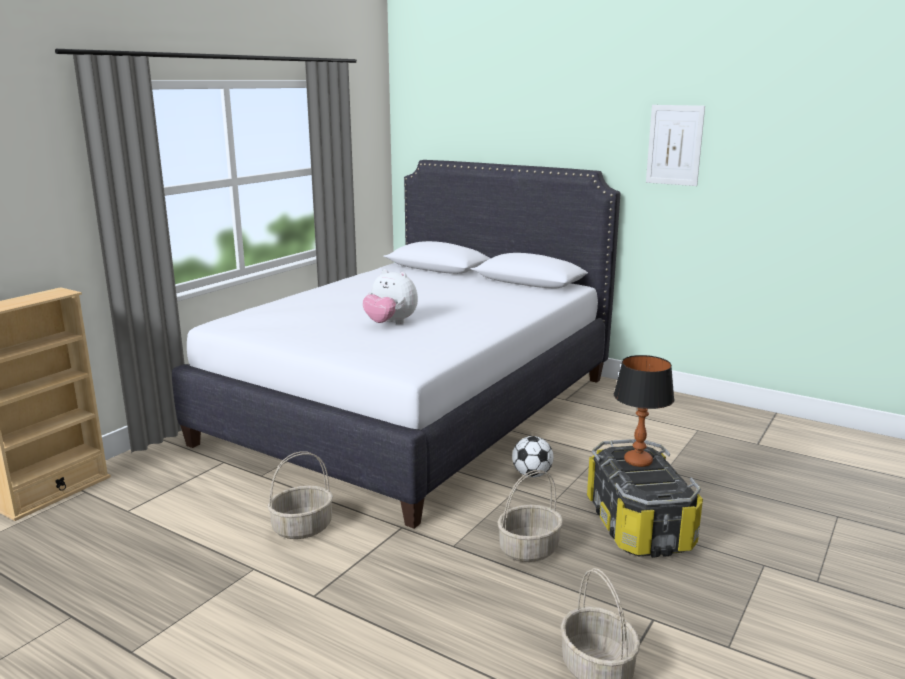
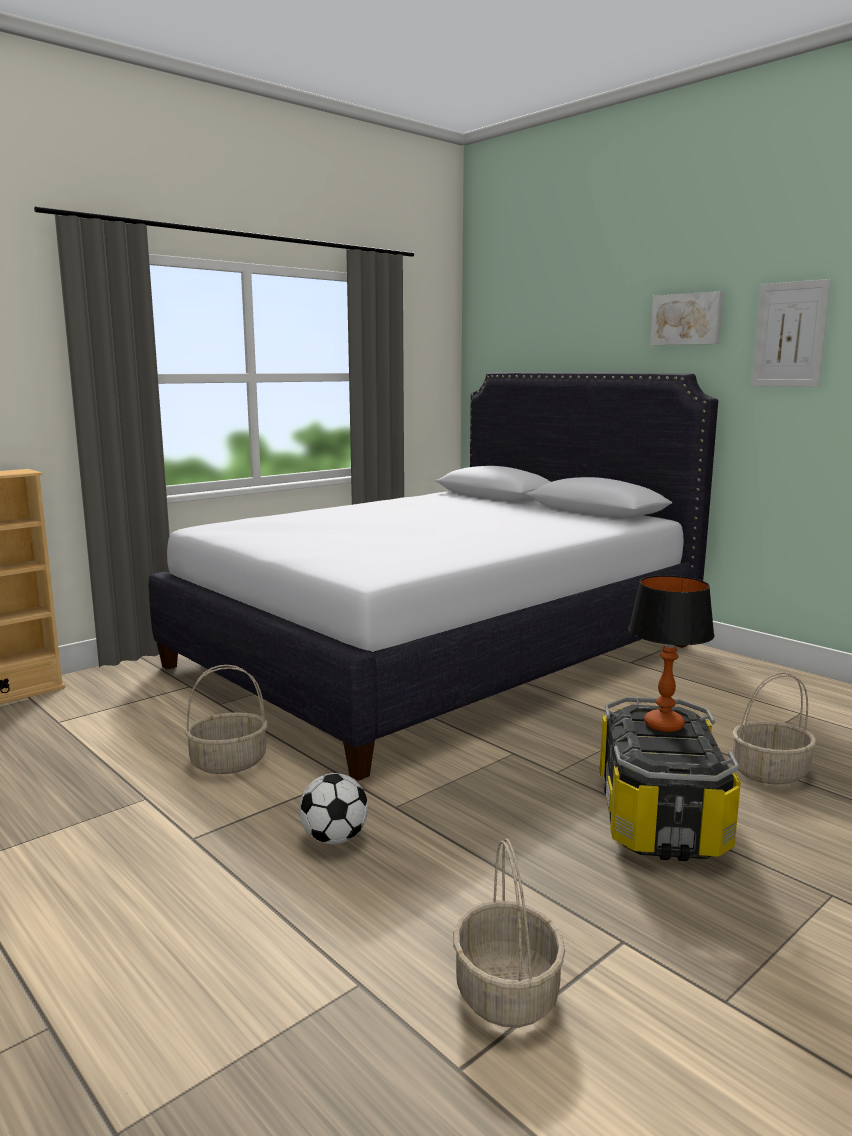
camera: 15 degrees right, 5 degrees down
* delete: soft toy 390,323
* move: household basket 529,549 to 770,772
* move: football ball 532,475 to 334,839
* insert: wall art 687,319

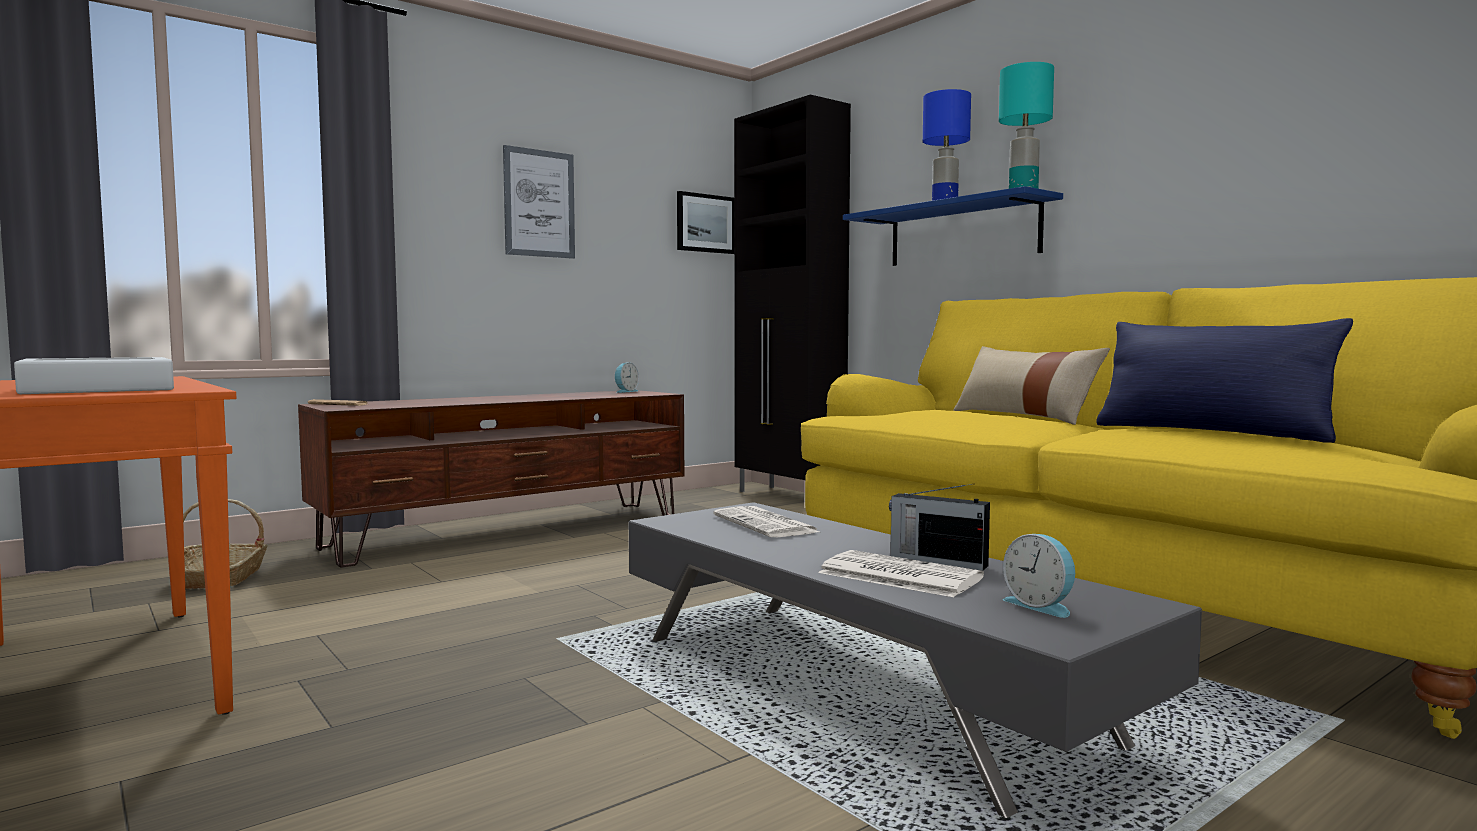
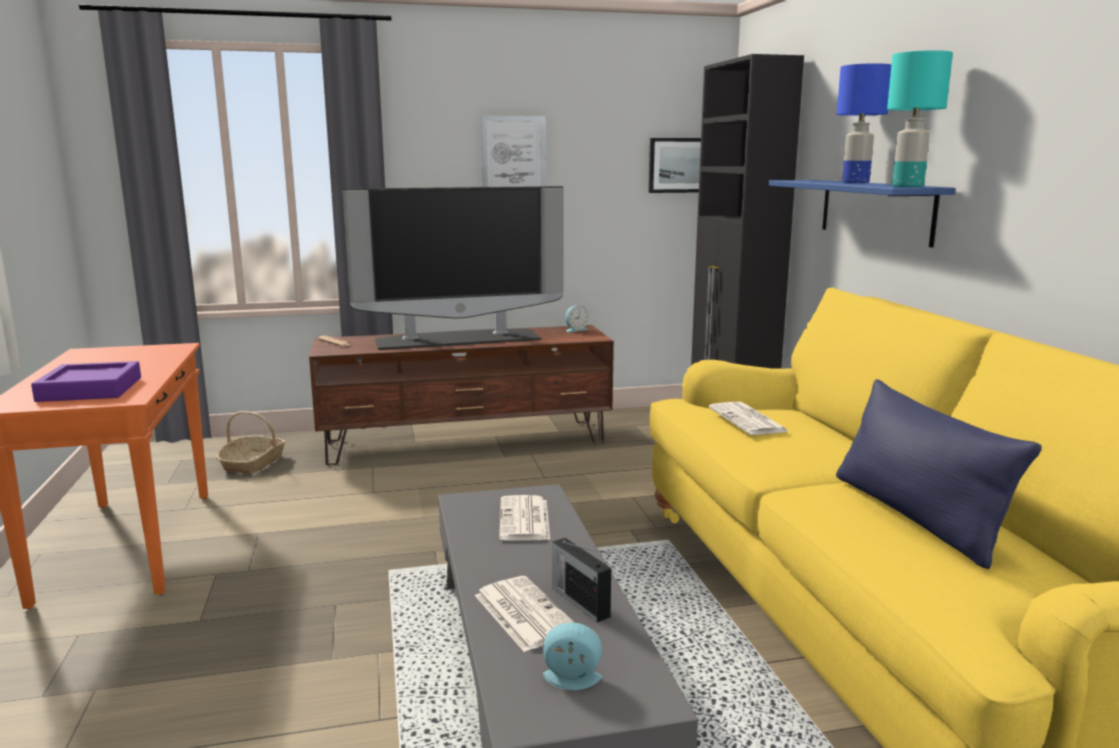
camera: 25 degrees right, 10 degrees up
* recolor: white serving tray 98,389 to purple-coloured serving tray 90,389
* delete: beige pillow 1023,416
* rotate: bedside clock 1041,605 = 571,680 105 degrees clockwise
* insert: television 458,339
* insert: newspaper 748,420

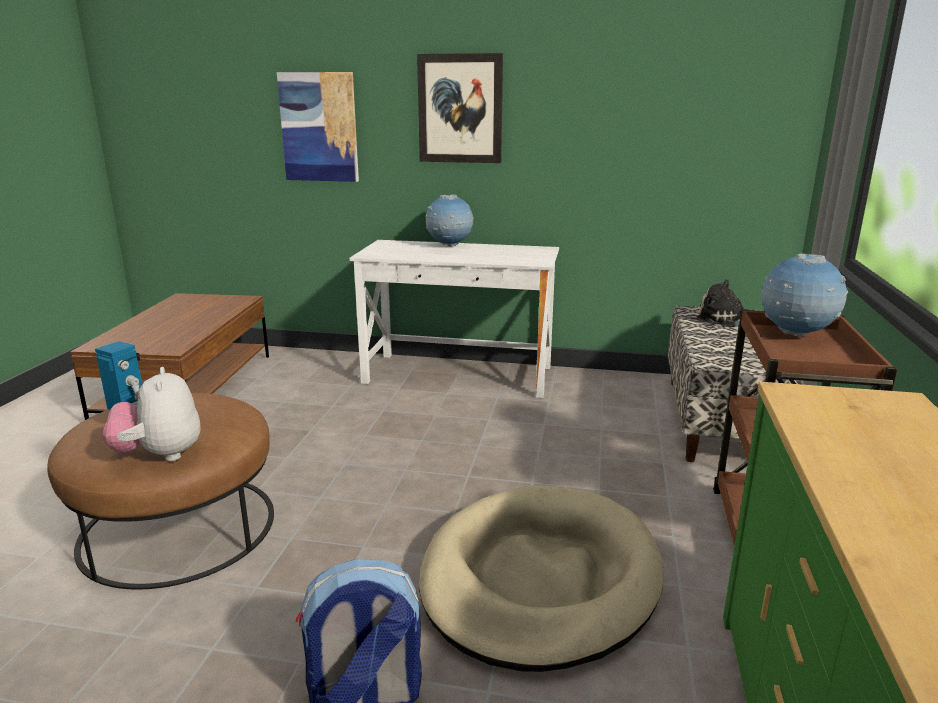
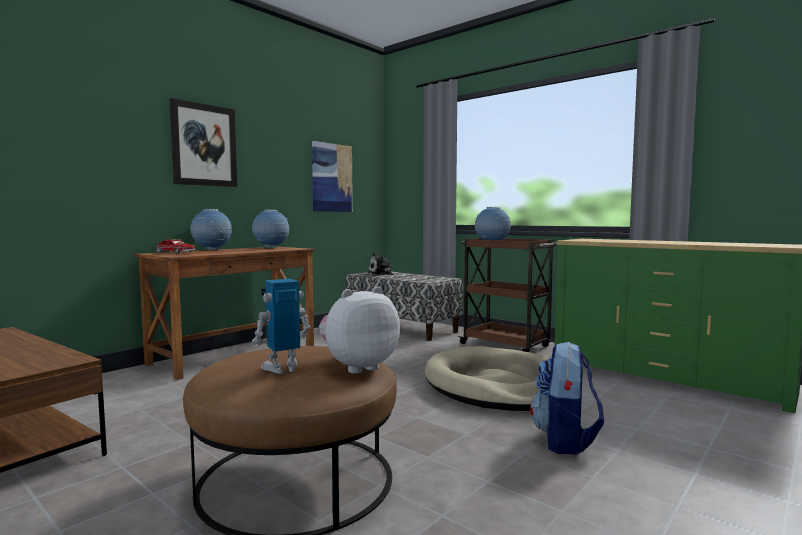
camera: 60 degrees left, 15 degrees down
* rotate: soft toy 160,455 = 358,367 135 degrees clockwise
* move: wall art 319,127 to 332,178
* recolor: white desk table 458,375 to brown desk table 234,354
* insert: toy lorry 173,254
* insert: globe 271,248

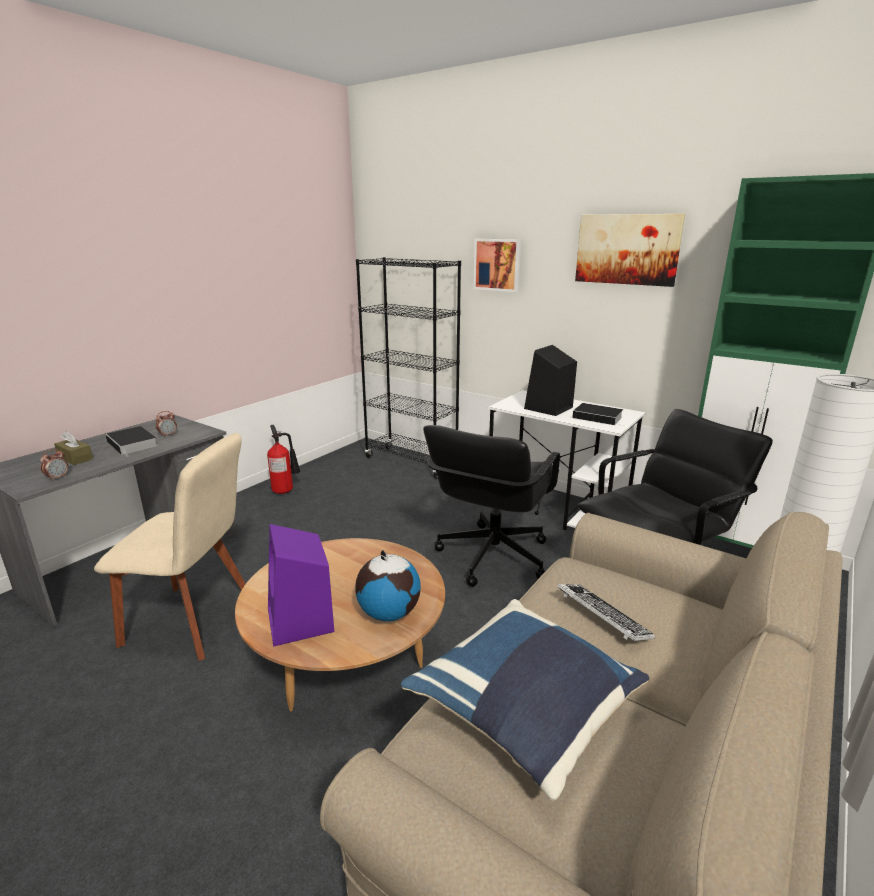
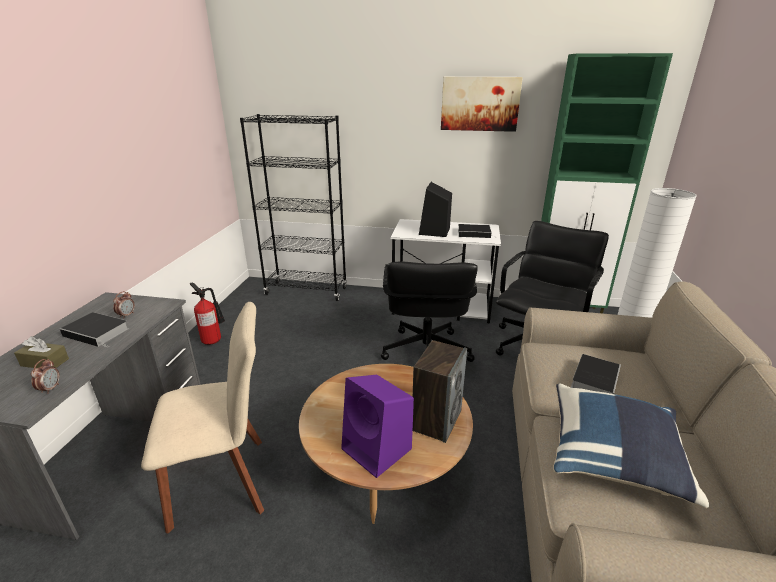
camera: 25 degrees left, 5 degrees up
* replace: globe 389,613 to speaker 436,420
* delete: wall art 498,265
* replace: PC keyboard 602,617 to book 595,378

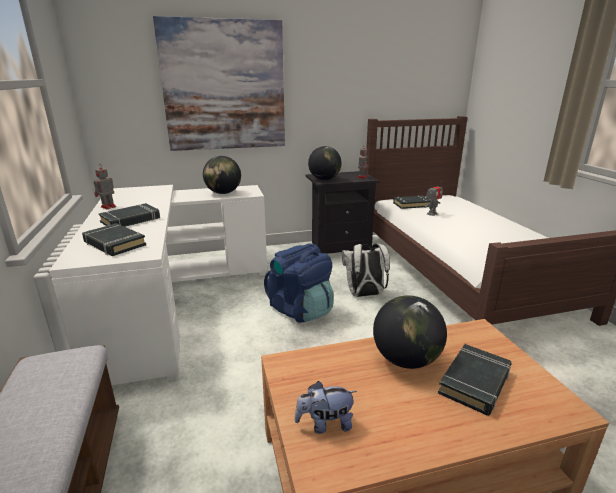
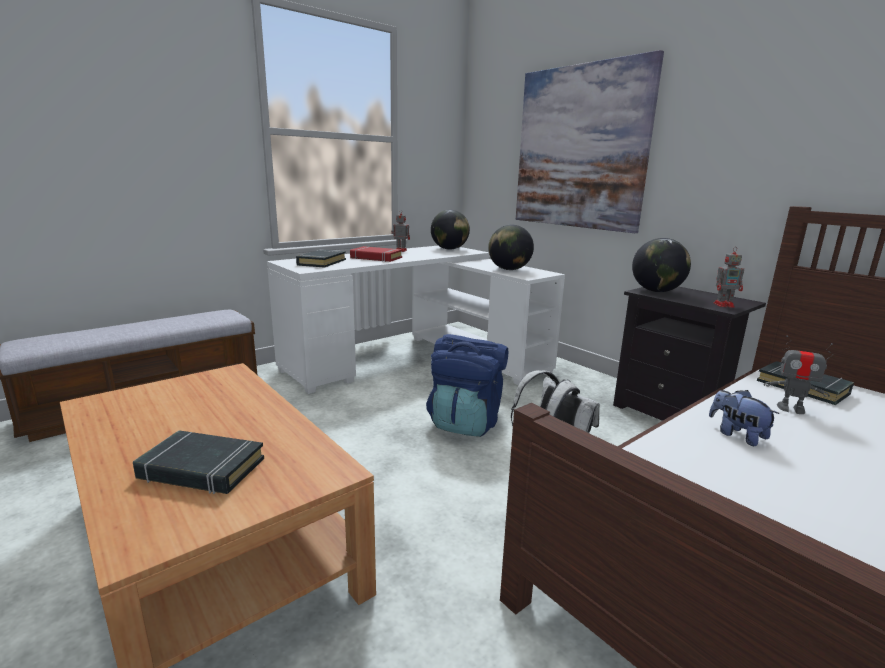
camera: 65 degrees right, 5 degrees down
* recolor: black-coloured book 131,220 to red book 376,258
* move: soft toy 325,424 to 737,435
* move: globe 405,360 to 449,249

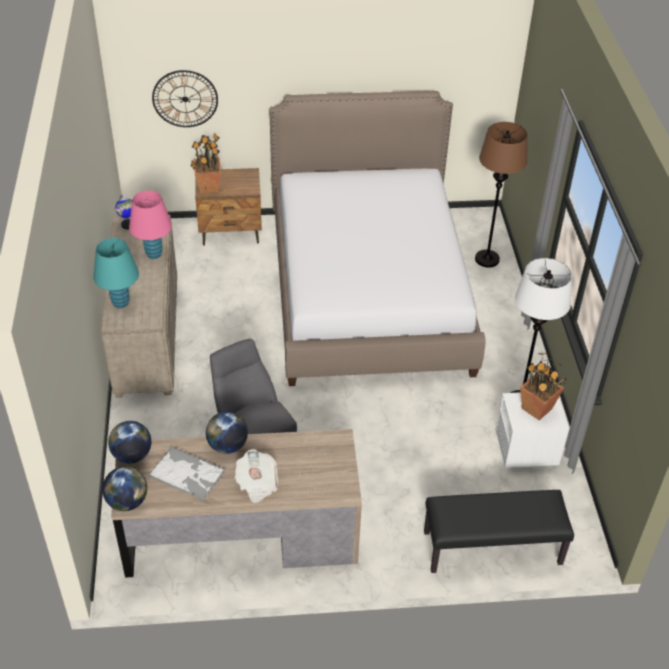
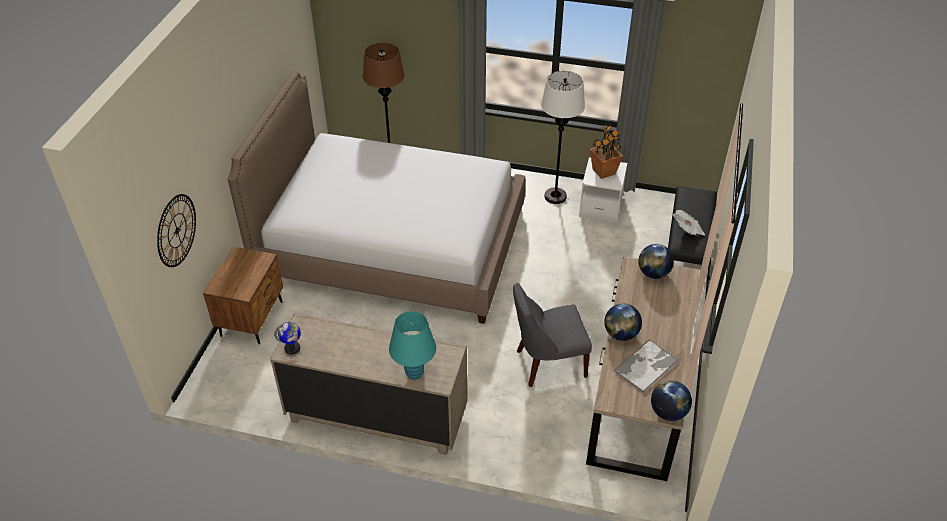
camera: 70 degrees left, 0 degrees up
* move: globe 132,455 to 653,273
* delete: pink tabletop lamp 154,254
* delete: plant in a pot 208,187
* move: newspaper 257,484 to 687,230

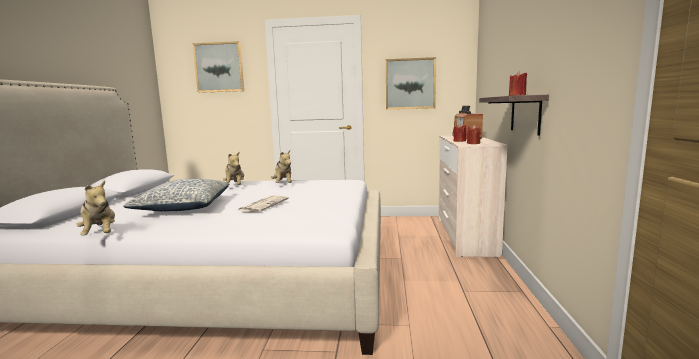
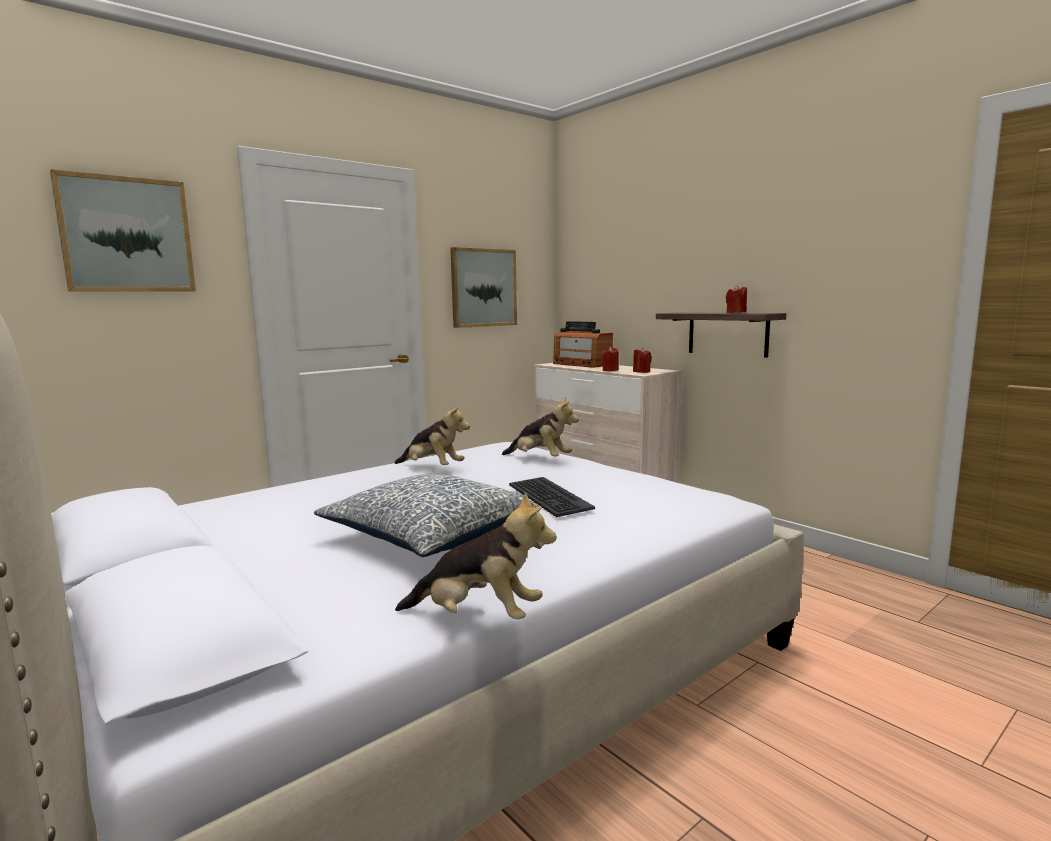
camera: 45 degrees left, 0 degrees up
* move: soft toy 235,186 to 540,459
* replace: newspaper 263,204 to PC keyboard 548,497

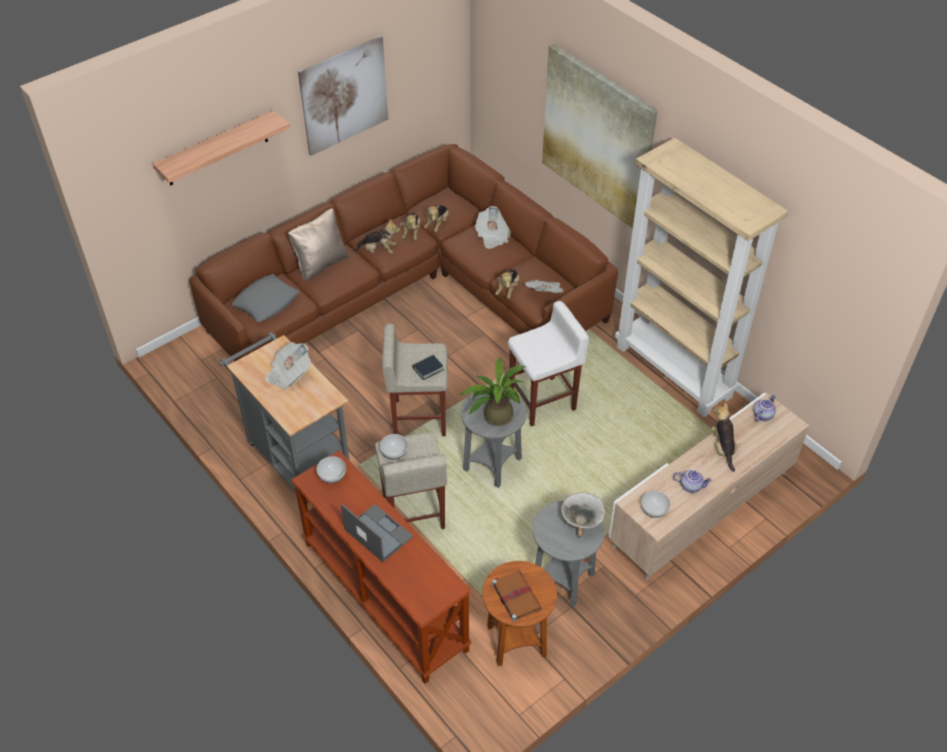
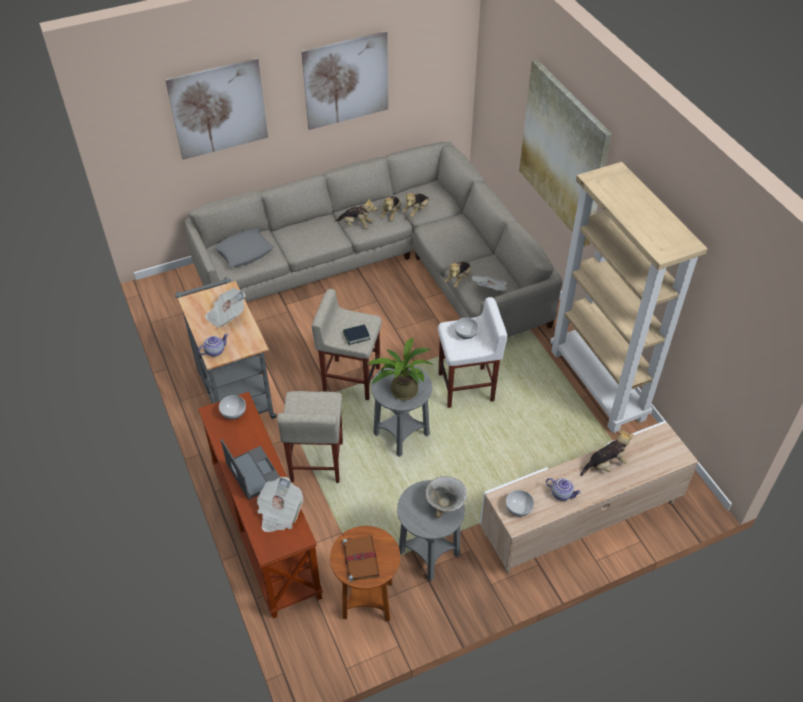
camera: 15 degrees right, 0 degrees up
* replace: bracket shelf 217,149 to wall art 218,108
* recolor: brown couch 414,289 to gray couch 386,265
* delete: beige pillow 320,264
* move: bowl 394,452 to 466,334
* move: newspaper 493,236 to 279,513
* rotate: soft toy 723,448 = 605,464 60 degrees clockwise
* move: tea pot 762,415 to 215,351

